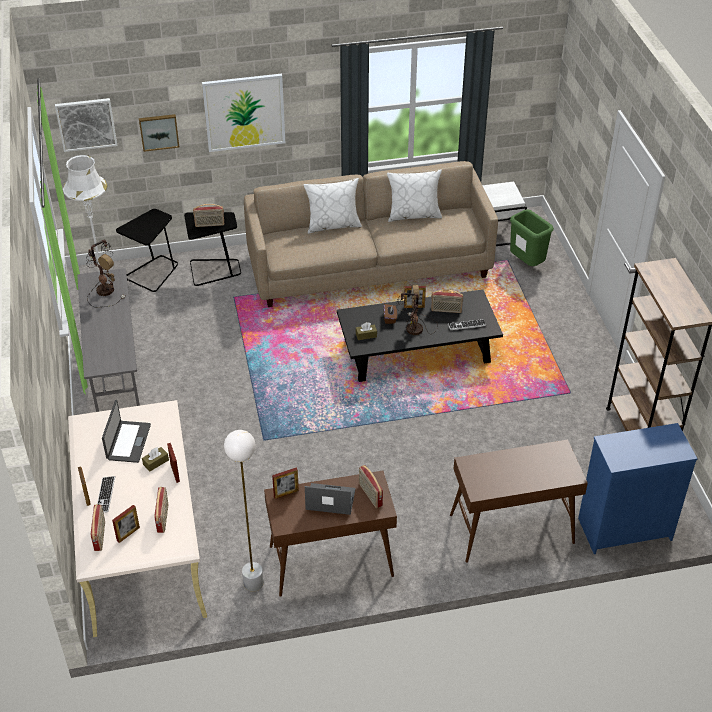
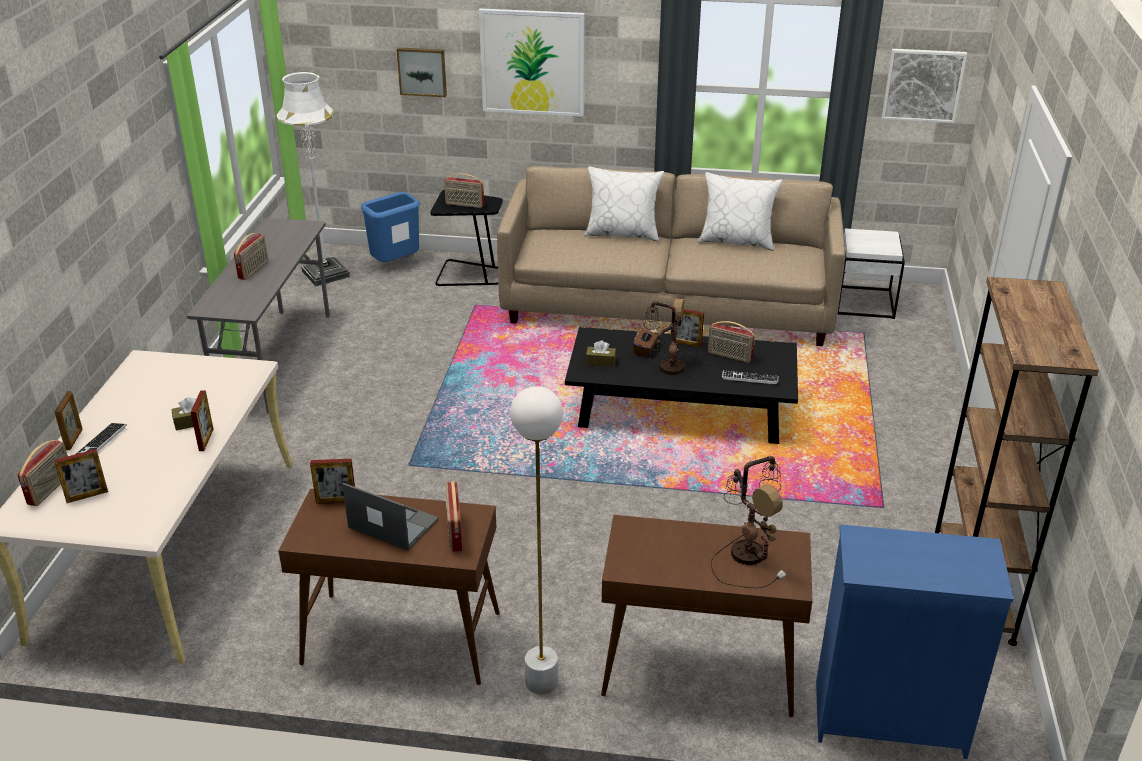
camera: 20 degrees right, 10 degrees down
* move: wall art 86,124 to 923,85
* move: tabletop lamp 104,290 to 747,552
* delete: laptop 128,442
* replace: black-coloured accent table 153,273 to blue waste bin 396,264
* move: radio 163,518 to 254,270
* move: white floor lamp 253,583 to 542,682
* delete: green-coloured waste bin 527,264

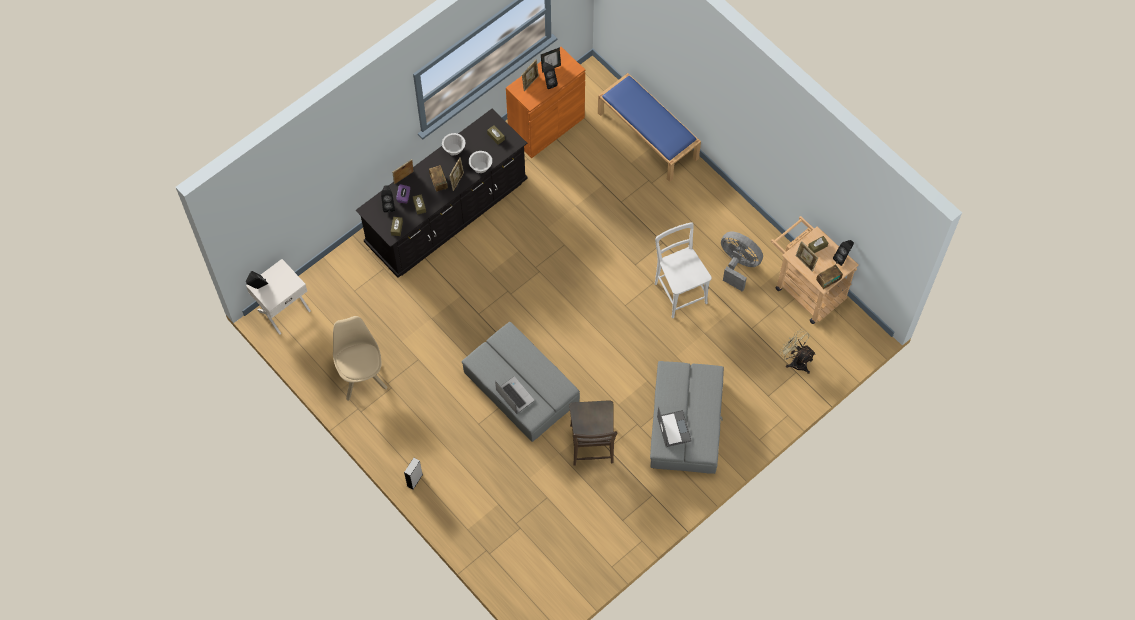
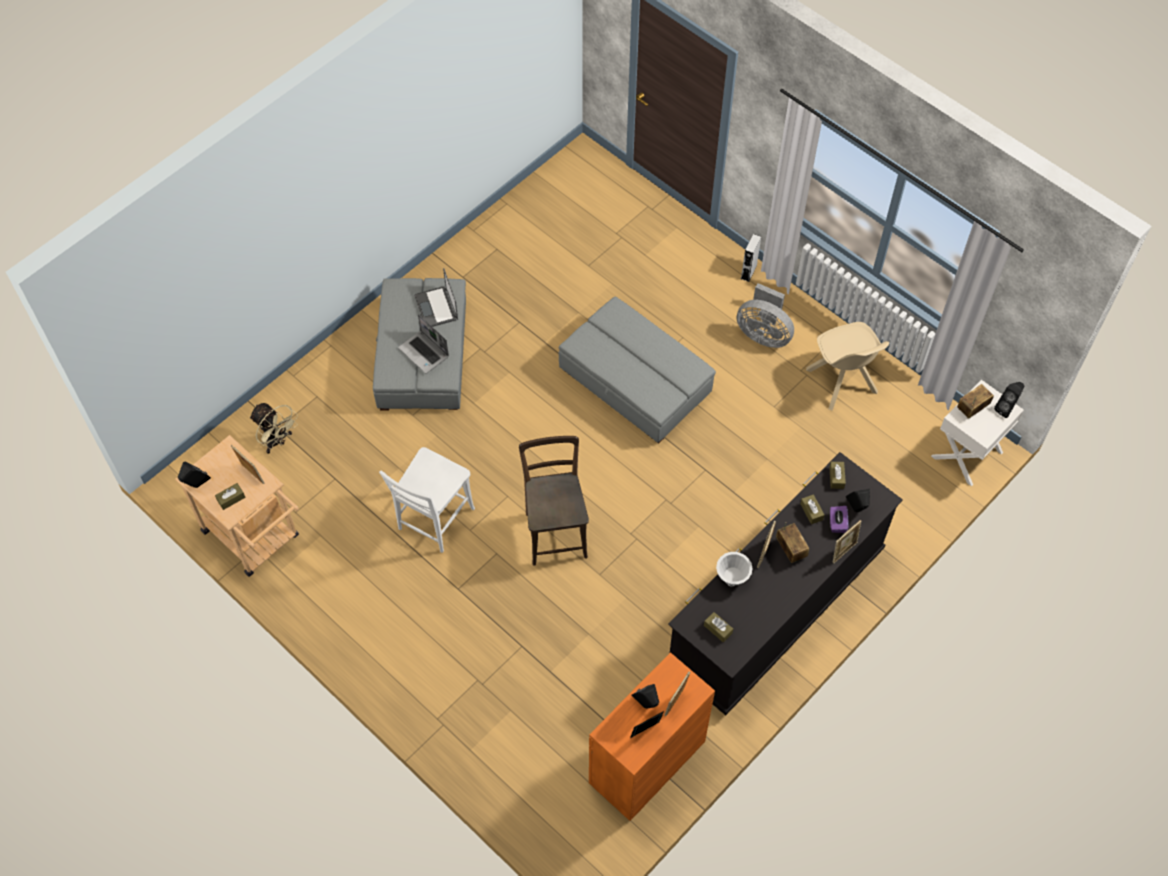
camera: 175 degrees right, 5 degrees down
* delete: white bowl 454,150
* move: laptop 514,395 to 424,352
* move: brown chair 592,447 to 555,531
* delete: blue long seat 648,136
* rotate: white chair 679,290 = 433,522 60 degrees clockwise
* move: gray fan 738,265 to 763,334
* move: radio 828,280 to 972,408

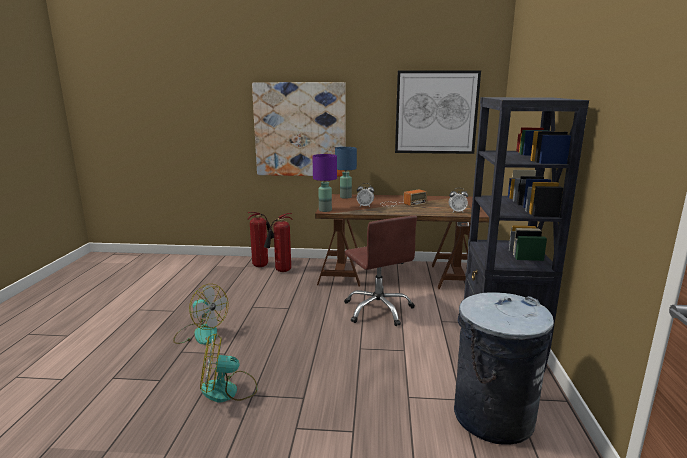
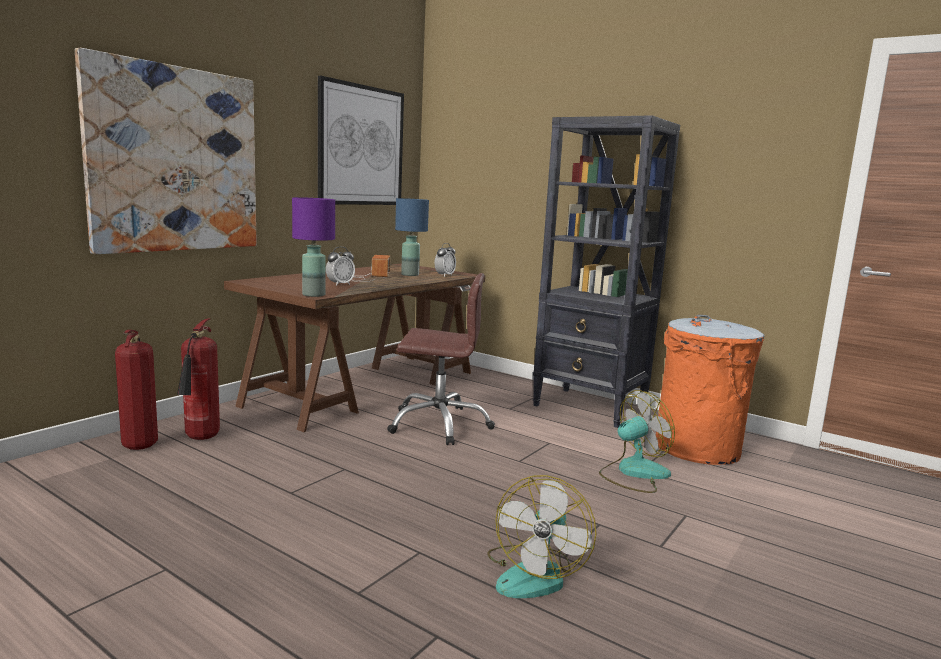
camera: 60 degrees left, 5 degrees down
* move: fan 200,333 to 633,473
* move: blue tabletop lamp 346,197 to 410,275
* recolor: gray waste bin 492,416 to orange-coloured waste bin 696,449

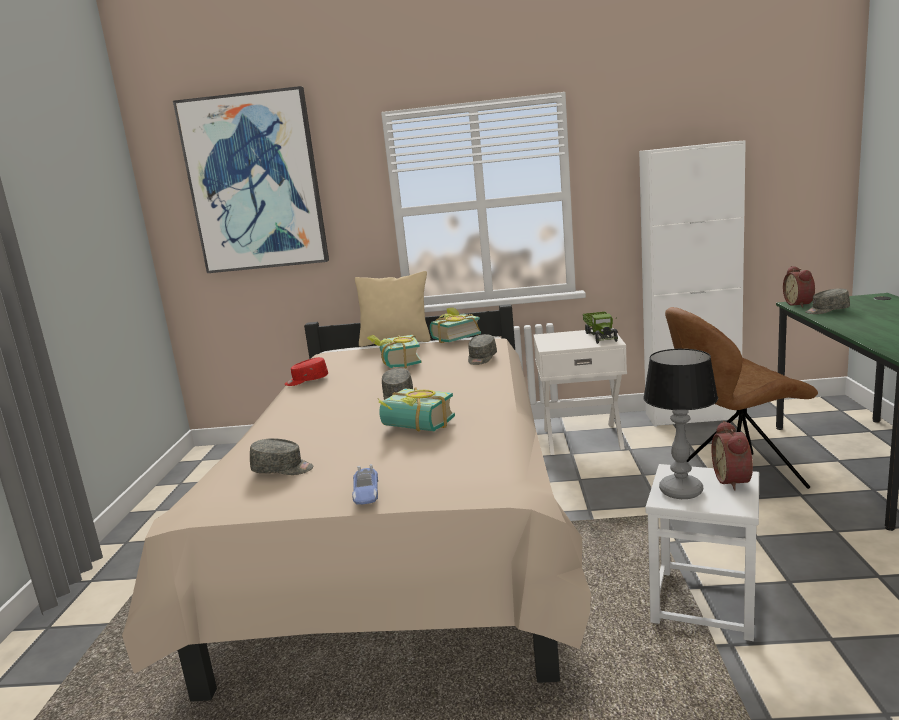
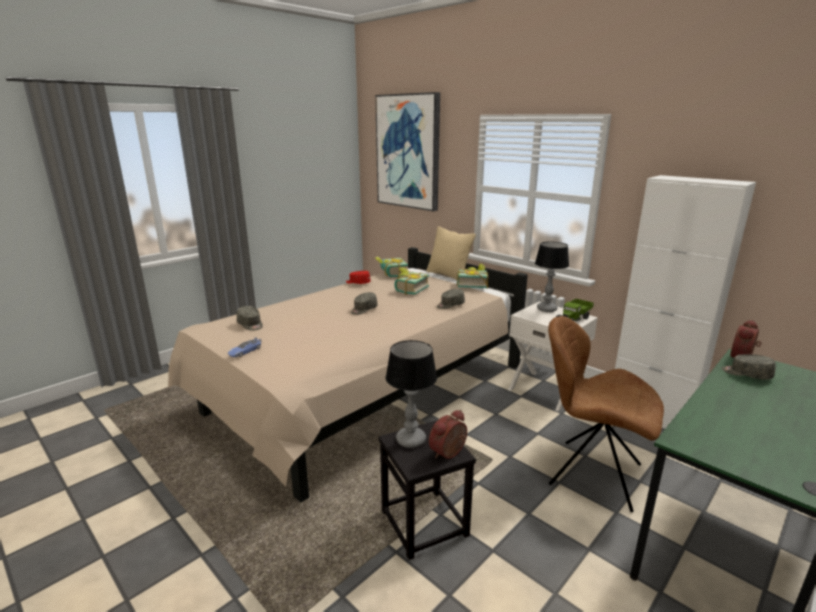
camera: 40 degrees right, 5 degrees up
* move: book 414,428 to 391,274
* recolor: white sitting stool 704,603 to black-coloured sitting stool 425,523
* insert: tabletop lamp 546,309

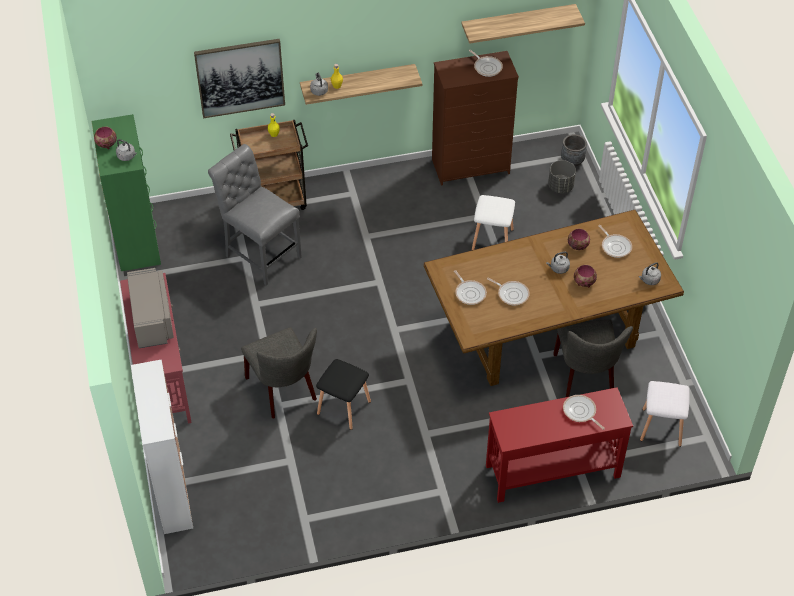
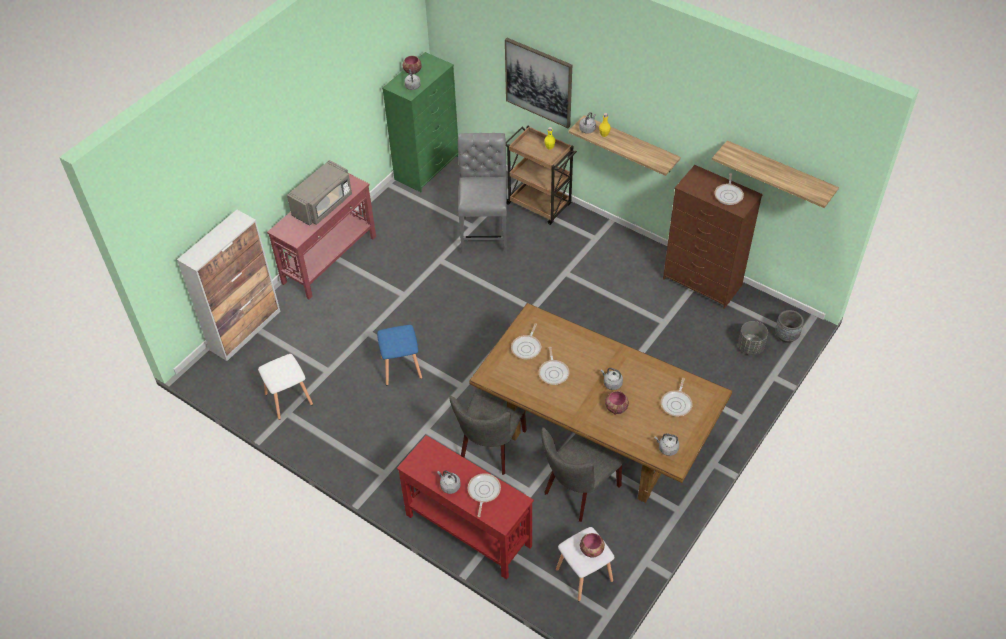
camera: 50 degrees right, 0 degrees up
* move: gray chair 284,391 to 490,449
* recolor: black-coloured sitting stool 343,407 to blue sitting stool 400,367
* move: white sitting stool 491,240 to 288,398
* move: bowl 577,245 to 592,549
* insert: gray water kettle 449,486

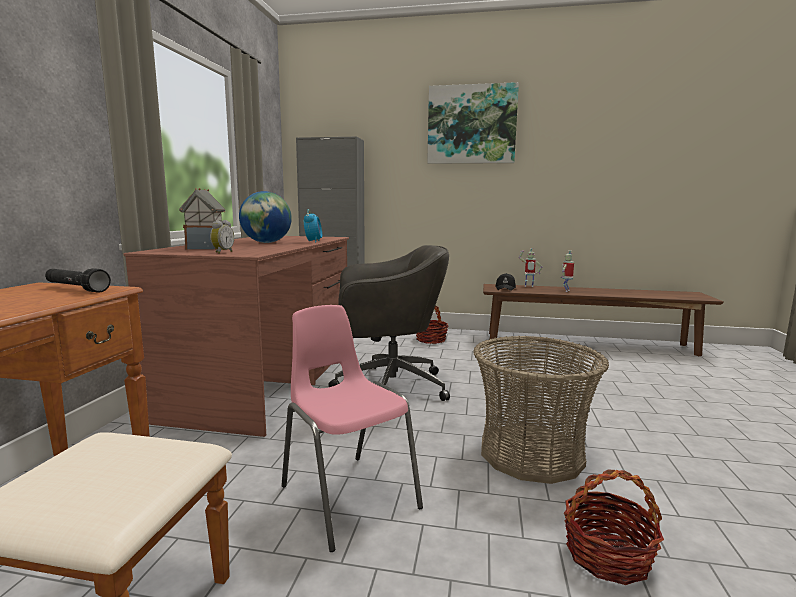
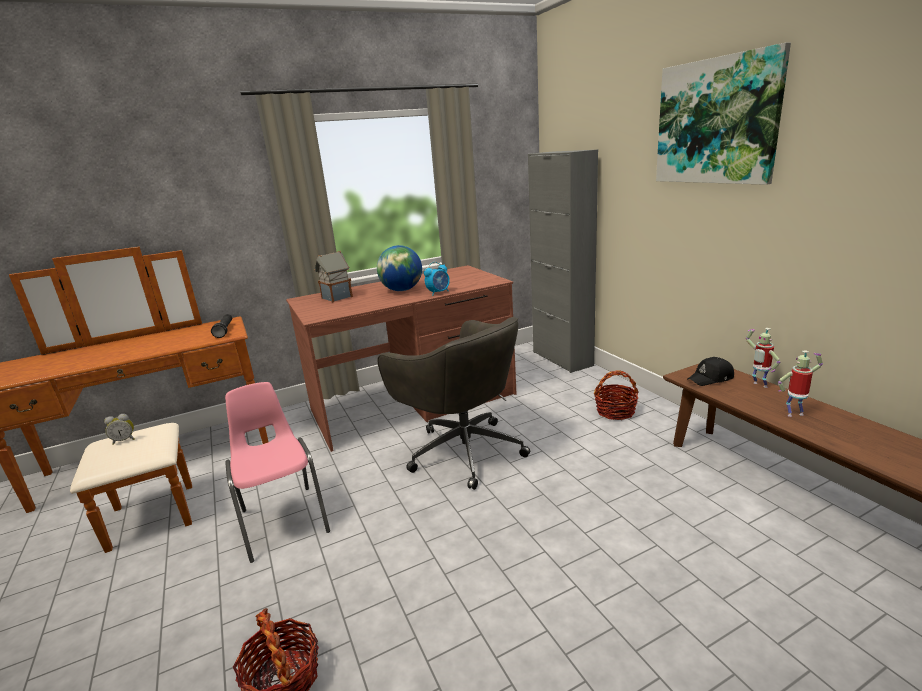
camera: 55 degrees right, 10 degrees up
* move: bedside clock 222,252 to 124,440
* rotate: pink chair 348,496 = 284,520 45 degrees counterclockwise
* delete: household basket 531,453

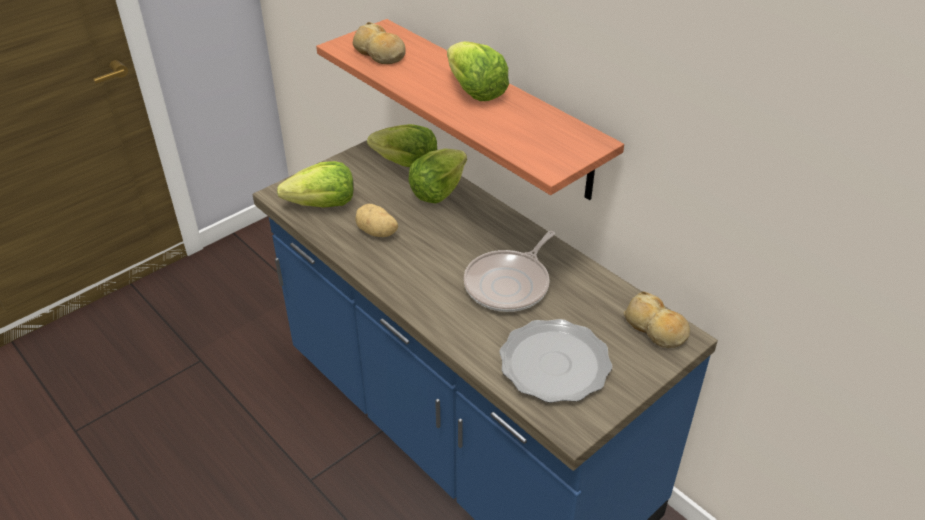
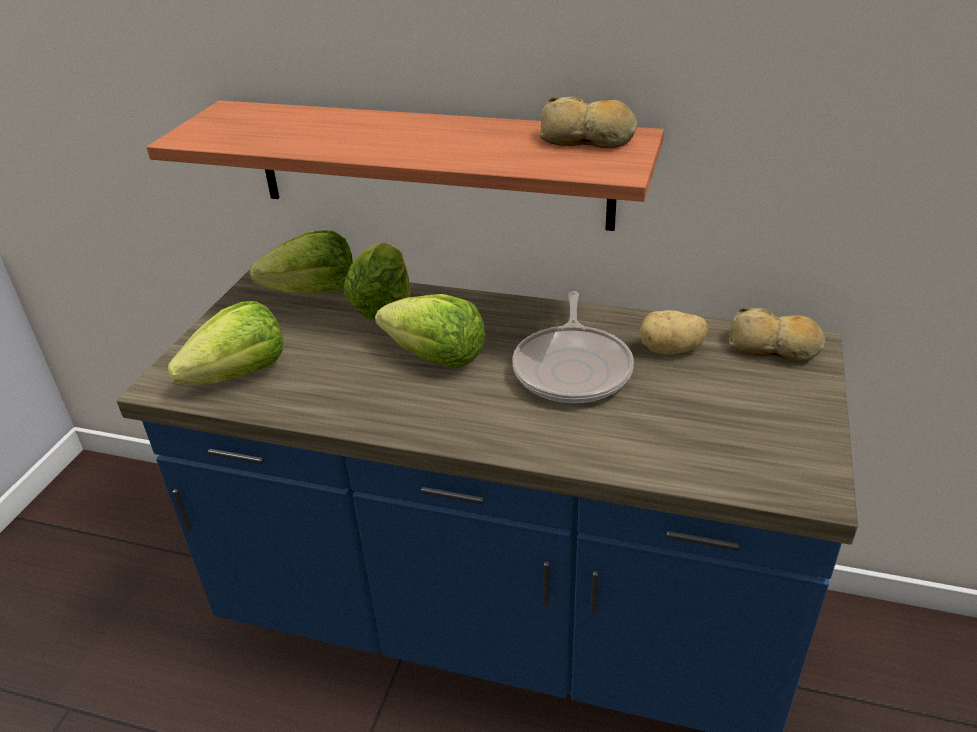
camera: 30 degrees left, 5 degrees down
* move: bread 379,53 to 587,139
* move: potato 377,233 to 671,350
* move: lettuce 474,91 to 435,357
* delete: dinner plate 554,364

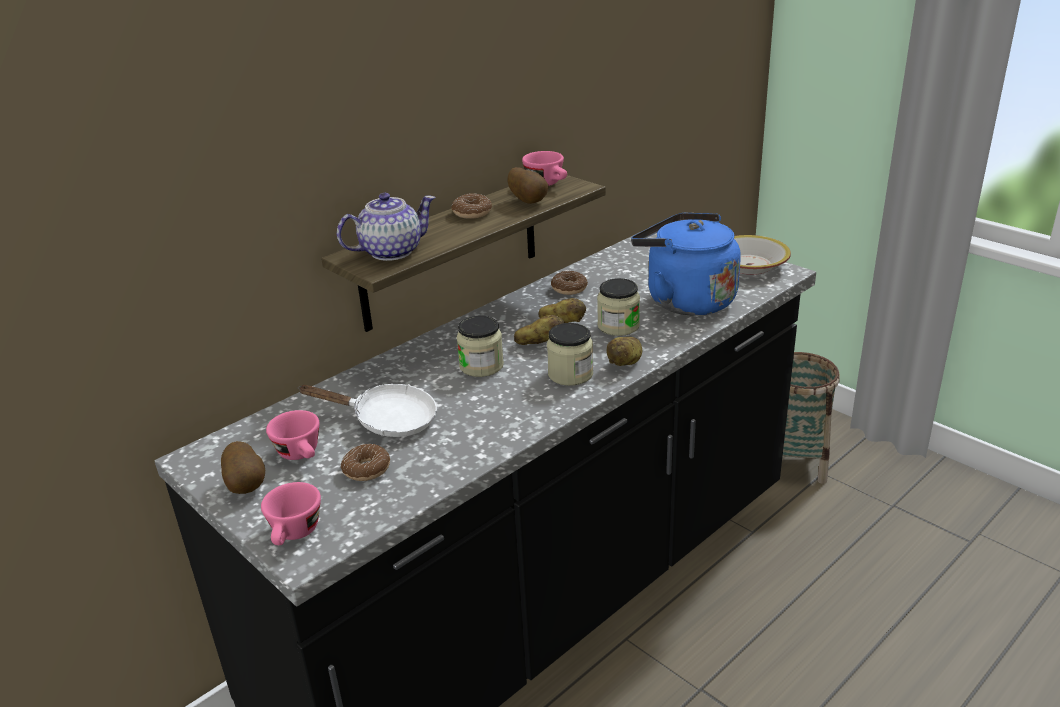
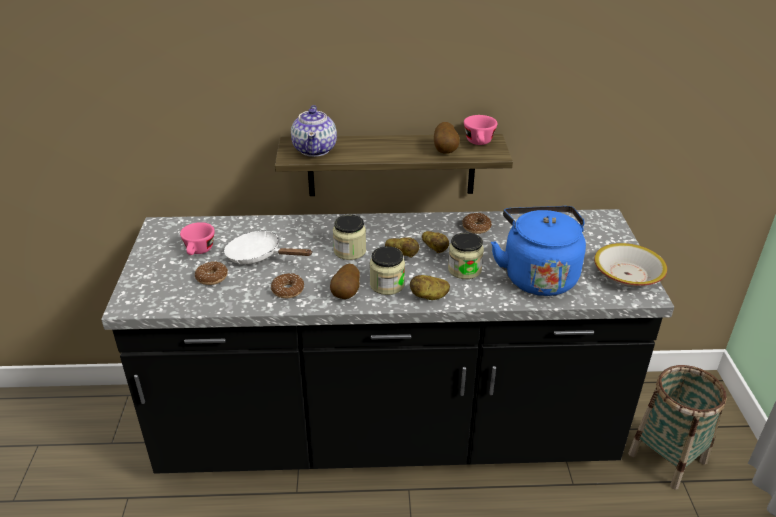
camera: 40 degrees right, 5 degrees up
* move: potato 247,486 to 346,294
* delete: pink drinking cup 294,534
* rotate: white skillet 387,420 = 259,256 150 degrees clockwise
* rotate: tea pot 390,251 = 315,149 75 degrees clockwise
* move: doughnut 472,213 to 288,290

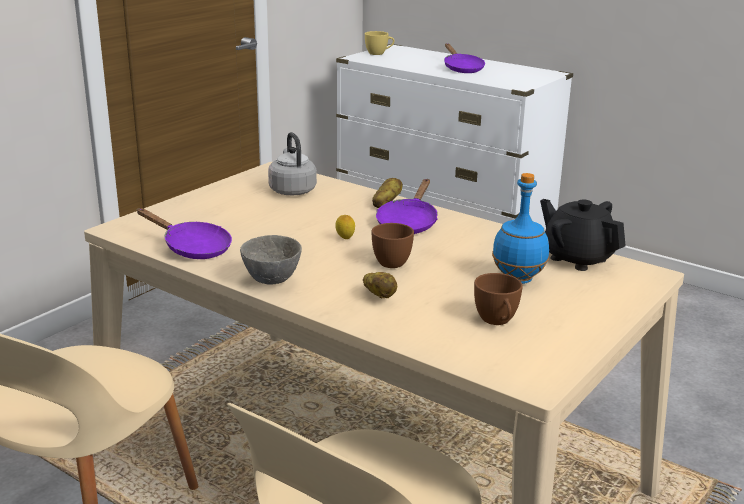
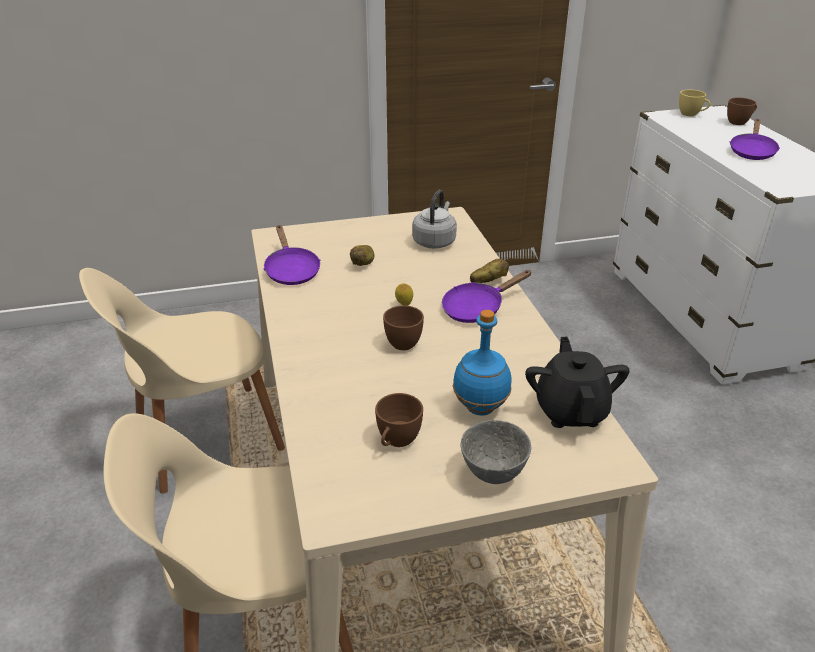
camera: 40 degrees right, 10 degrees up
* move: gray bowl 273,280 to 494,474
* move: potato 379,296 to 363,263
* insert: brown drinking cup 739,122

